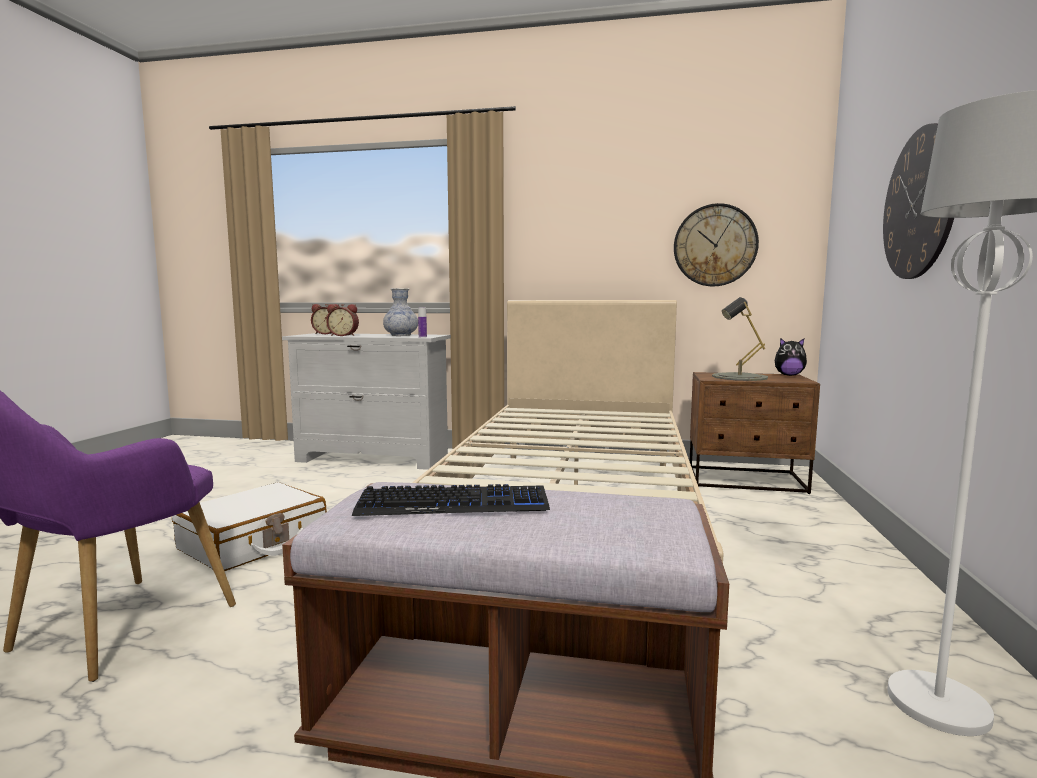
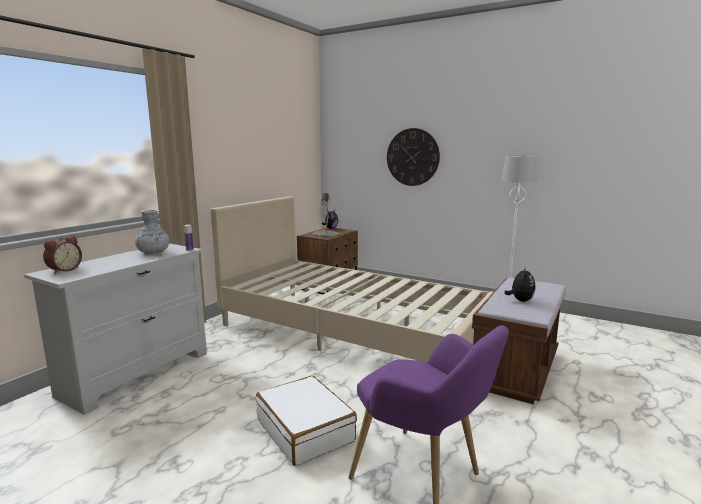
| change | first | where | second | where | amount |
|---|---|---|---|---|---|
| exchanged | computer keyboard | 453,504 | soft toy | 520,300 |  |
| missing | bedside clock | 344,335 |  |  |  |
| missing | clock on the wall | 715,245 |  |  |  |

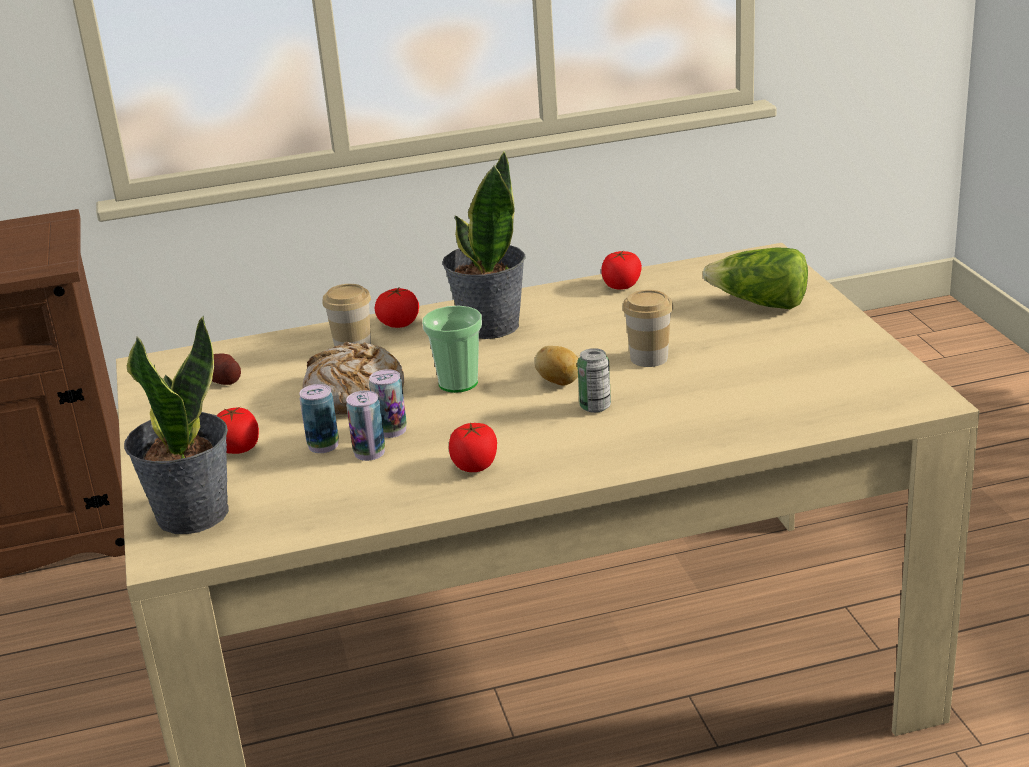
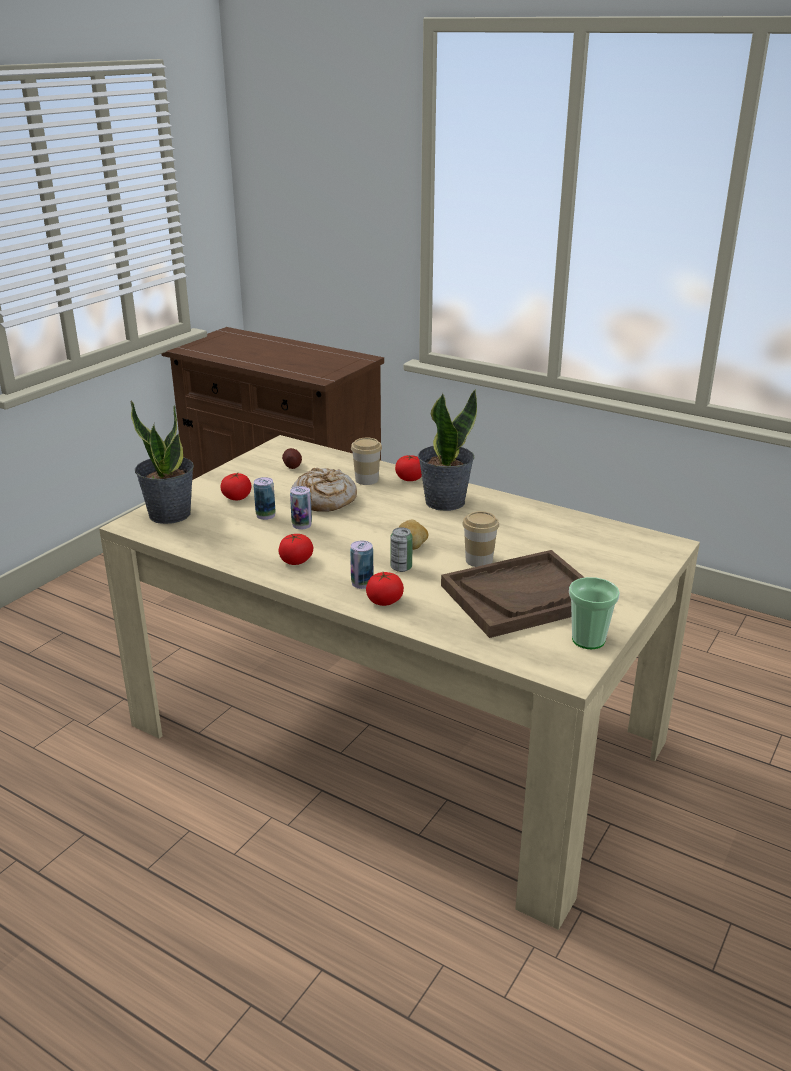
| change | first | where | second | where | amount |
|---|---|---|---|---|---|
| relocated | sealed can | 369,452 |  | 362,583 |  |
| relocated | tomato | 621,285 |  | 384,601 |  |
| appeared |  |  | carrying tray in brown-coloured | 522,596 |  |
| relocated | drinking cup | 458,383 |  | 588,640 |  |
| missing | lettuce | 760,304 |  |  |  |

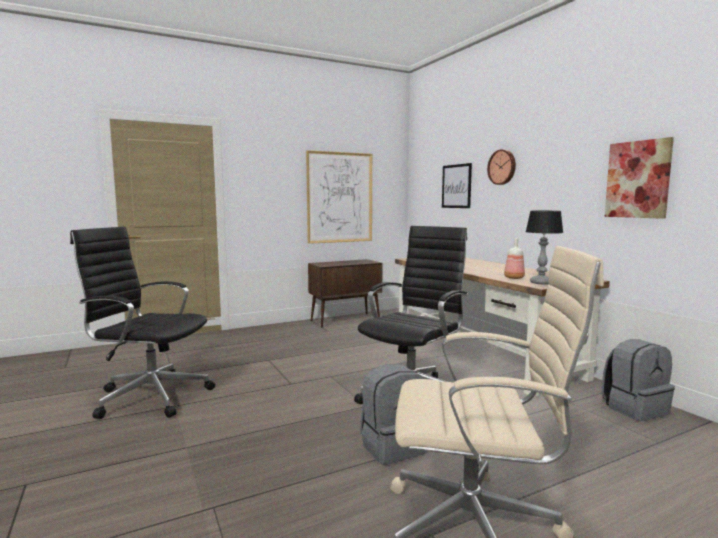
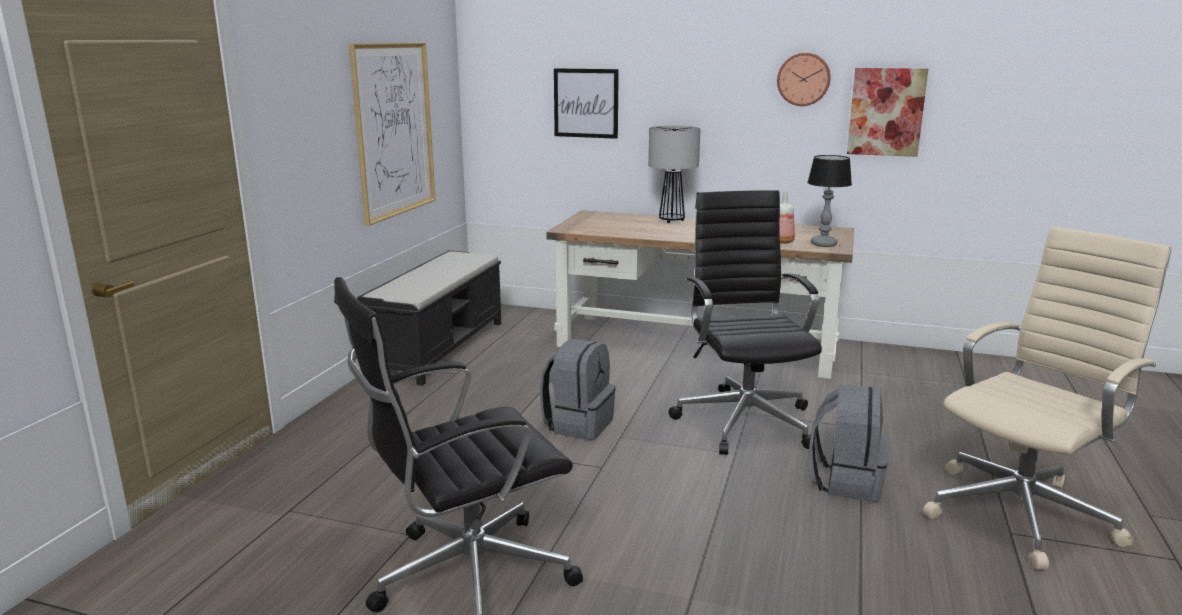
| change | first | where | second | where | amount |
|---|---|---|---|---|---|
| exchanged | storage cabinet in brown-coloured | 346,320 | bench in black-coloured | 439,347 |  |
| relocated | rucksack in grey | 634,408 |  | 578,424 |  |
| appeared |  |  | table lamp | 671,221 |  |
| relocated | clock on the wall | 502,167 |  | 803,79 |  |

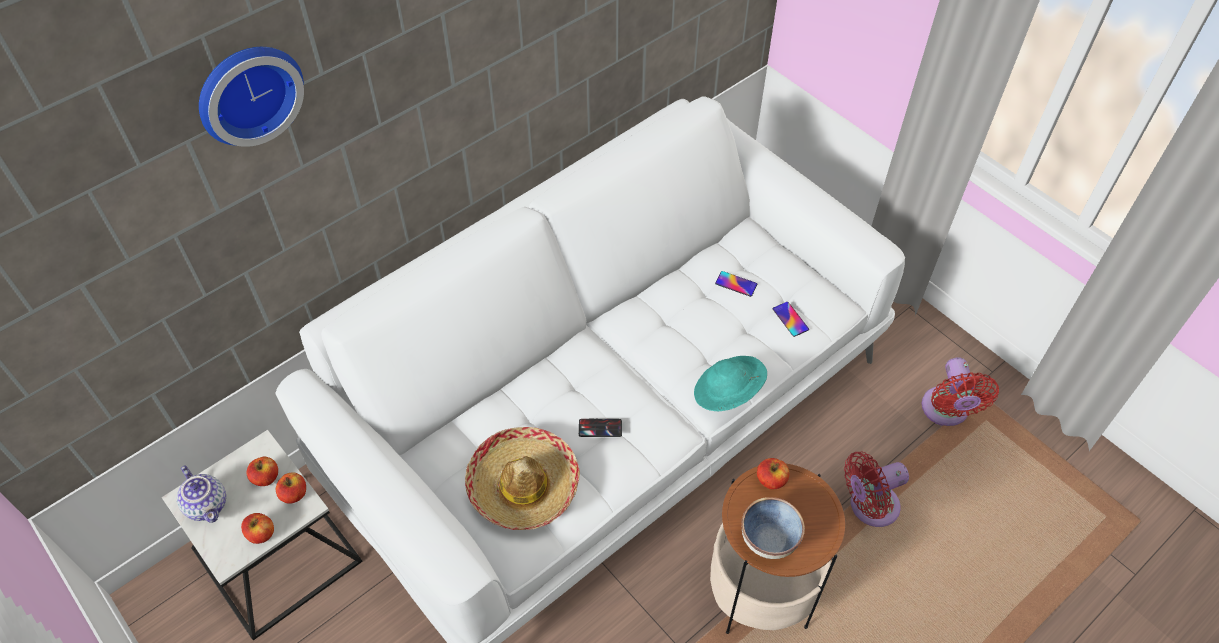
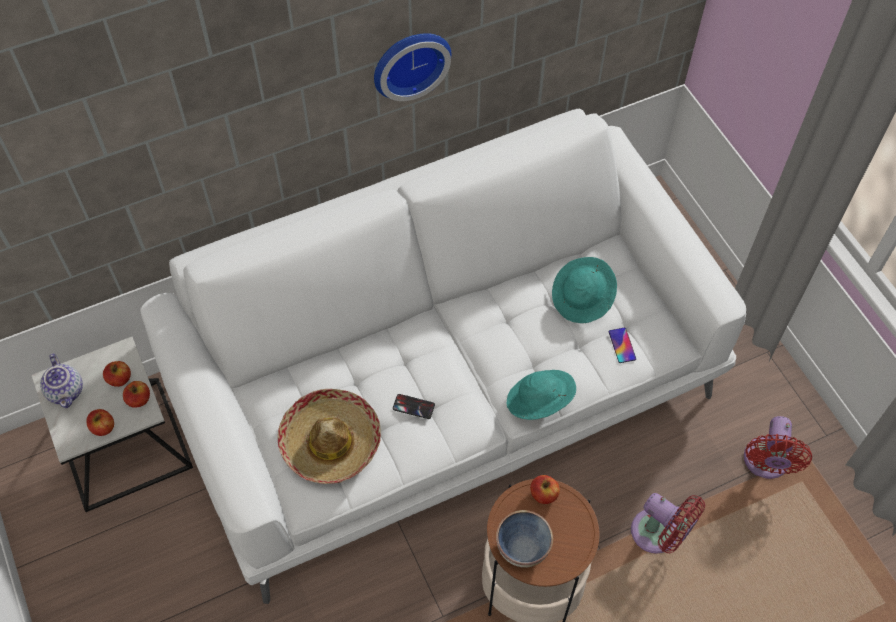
| change | first | where | second | where | amount |
|---|---|---|---|---|---|
| relocated | clock on the wall | 247,92 |  | 409,61 |  |
| exchanged | telephone | 736,284 | wearable hat in blue-green | 582,299 |  |
| spun | fan in red | 869,507 |  | 659,535 | 135 degrees counterclockwise |

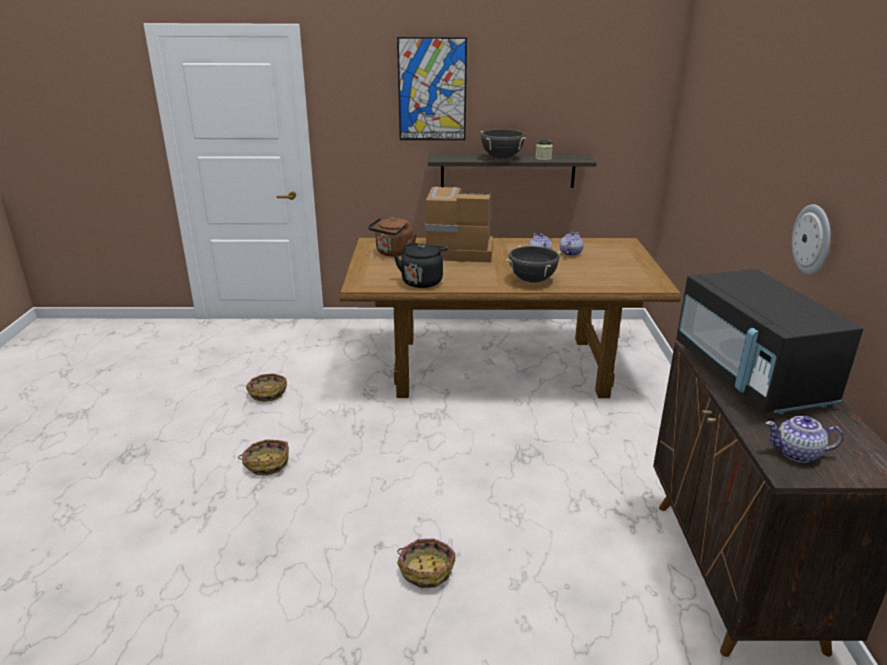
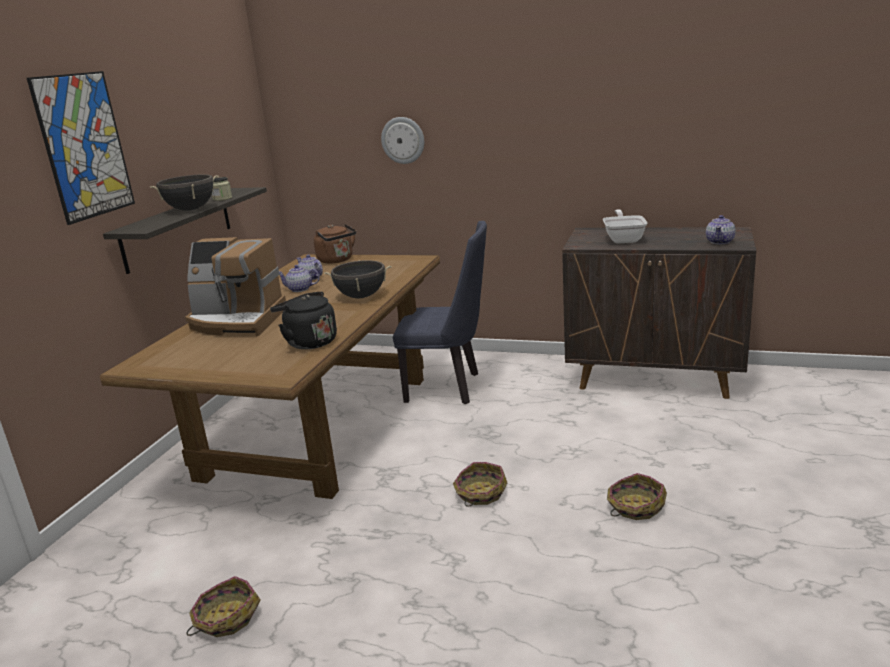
| change | first | where | second | where | amount |
|---|---|---|---|---|---|
| spun | coffee brewer | 458,250 |  | 237,321 | 105 degrees counterclockwise |
| relocated | kettle in brown-coloured | 393,253 |  | 337,260 |  |
| relocated | clock on the wall | 813,239 |  | 403,140 |  |
| appeared |  |  | plain chair in blue-coloured | 450,387 |  |
| relocated | household basket | 266,463 |  | 480,493 |  |
| exchanged | microwave oven in black-coloured | 750,376 | pan | 624,239 |  |

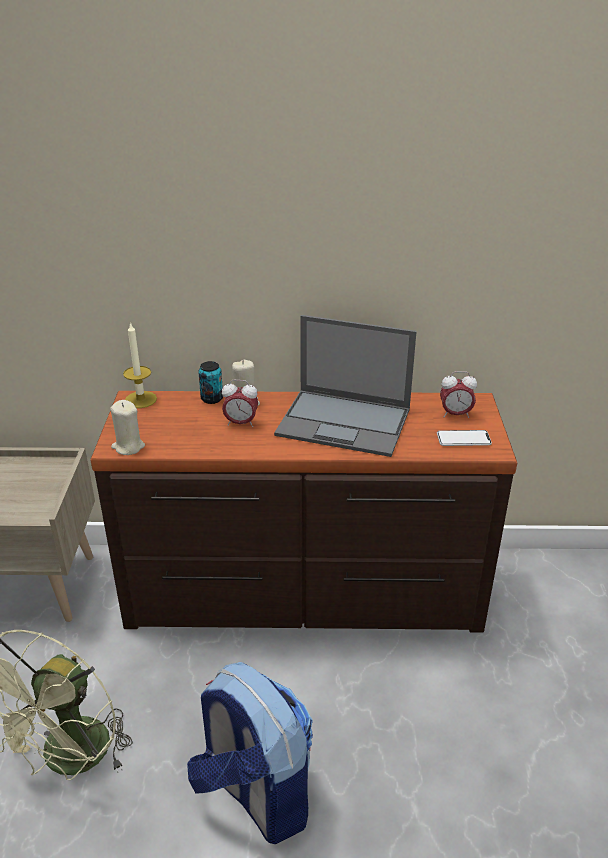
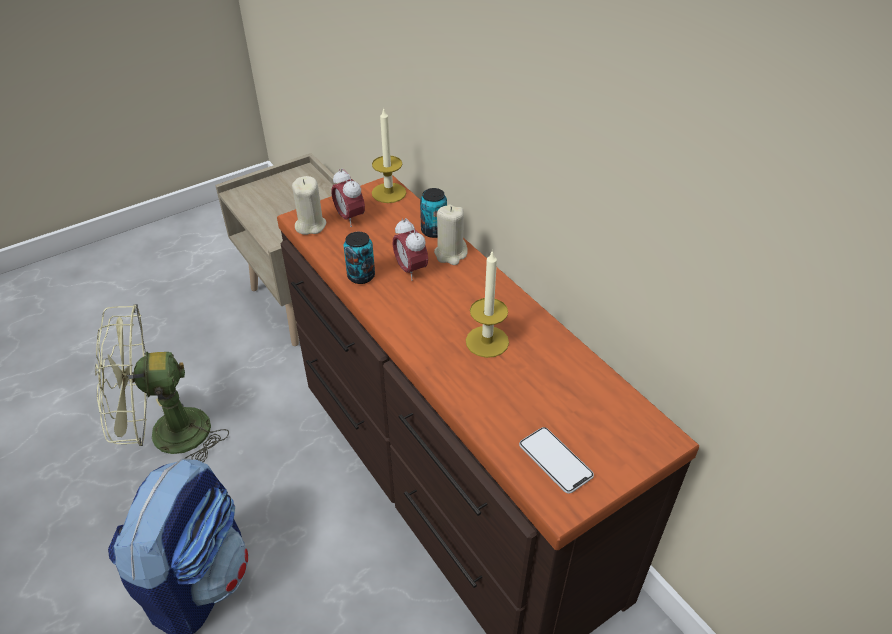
| change | first | where | second | where | amount |
|---|---|---|---|---|---|
| relocated | bedside clock | 455,414 |  | 350,218 |  |
| appeared |  |  | sealed can | 361,276 |  |
| exchanged | laptop | 345,422 | candle | 487,341 |  |

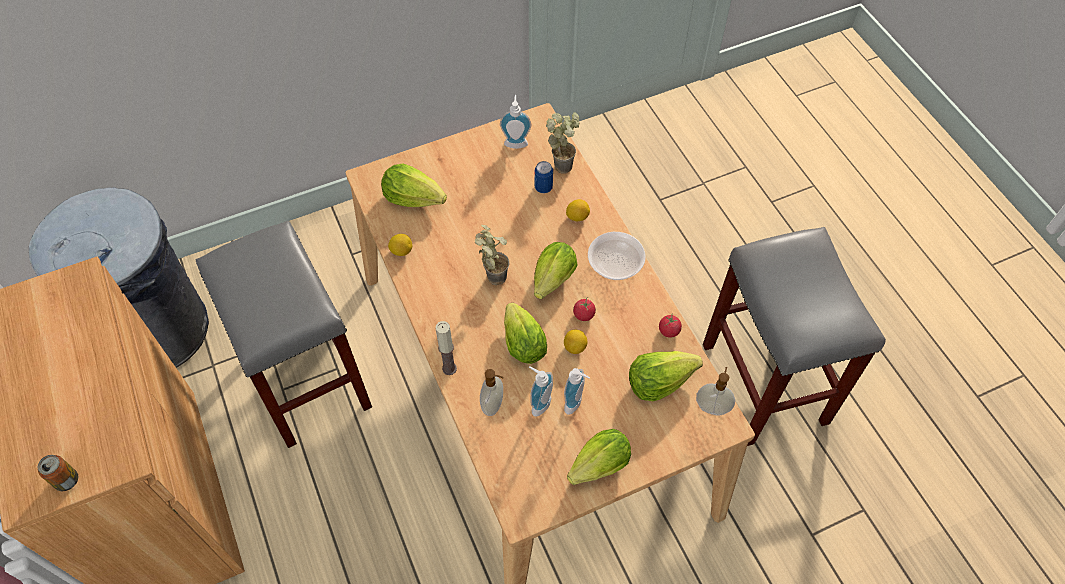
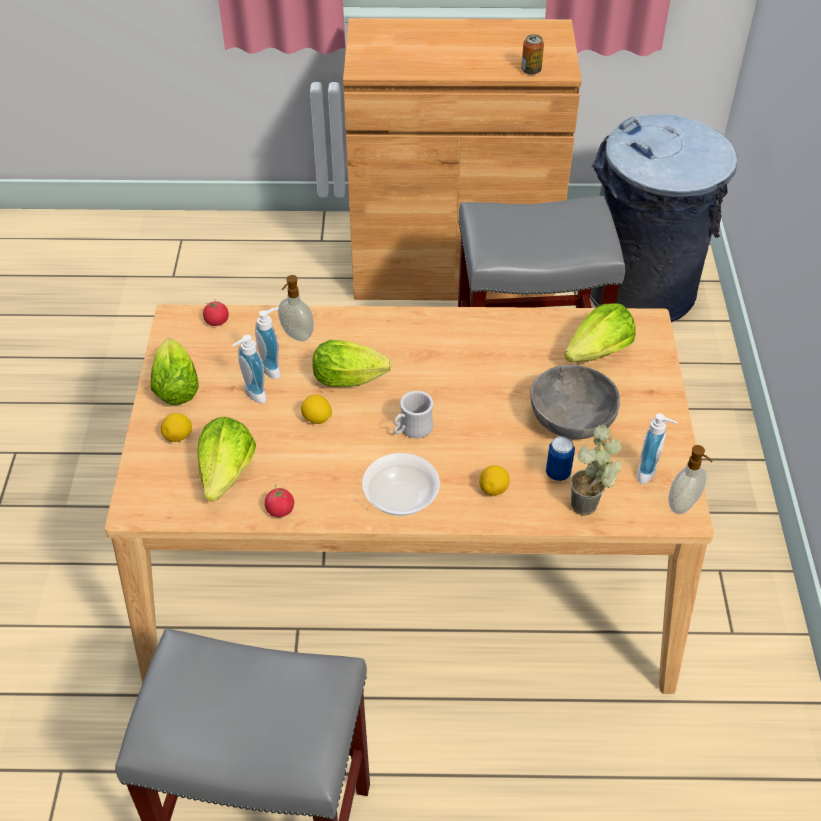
| change | first | where | second | where | amount |
|---|---|---|---|---|---|
| relocated | citrus fruit | 401,251 |  | 178,437 |  |
| relocated | tomato | 584,314 |  | 217,321 |  |
| exchanged | lettuce | 551,282 | tea mug in white | 411,429 |  |
| relocated | sealed can | 67,480 |  | 531,70 |  |
| appeared |  |  | bowl in grey | 571,419 |  |
| relocated | liquid soap bottle | 712,407 |  | 683,505 |  |
| missing | candle | 449,368 |  |  |  |
| missing | potted plant | 491,275 |  |  |  |

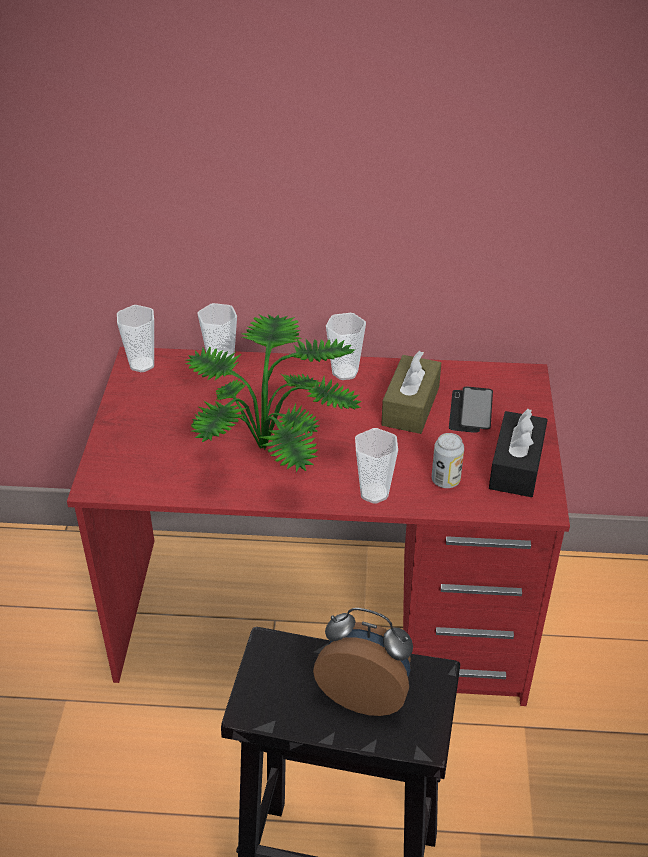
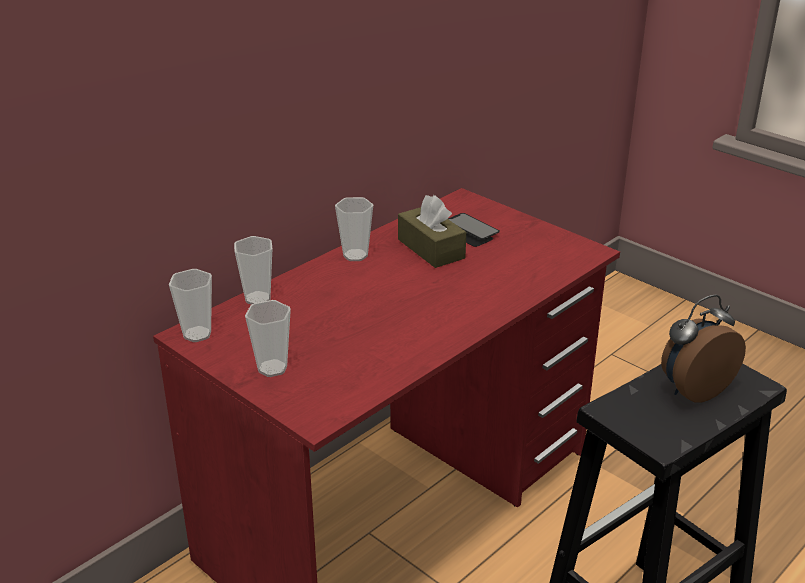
| change | first | where | second | where | amount |
|---|---|---|---|---|---|
| relocated | drinking cup | 374,493 |  | 272,368 |  |
| missing | potted plant | 274,446 |  |  |  |
| missing | sealed can | 445,480 |  |  |  |
| missing | box of tissues in black-coloured | 516,466 |  |  |  |

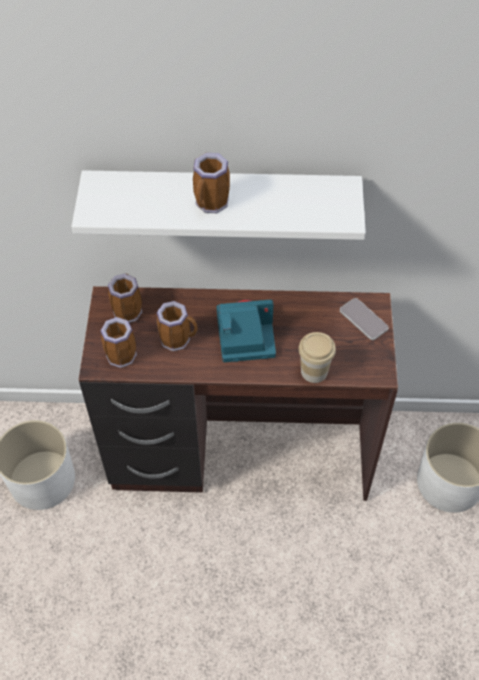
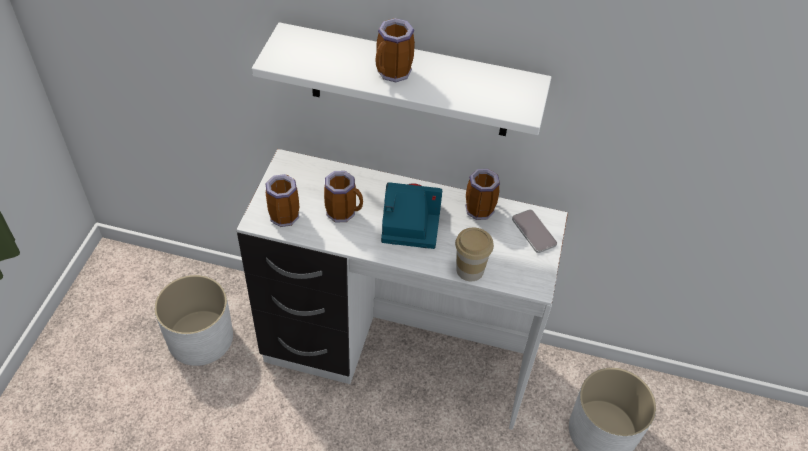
| change | first | where | second | where | amount |
|---|---|---|---|---|---|
| colour | desk in brown-coloured | 241,457 | desk in white | 397,359 |  |
| relocated | tea mug | 127,310 |  | 479,207 |  |

